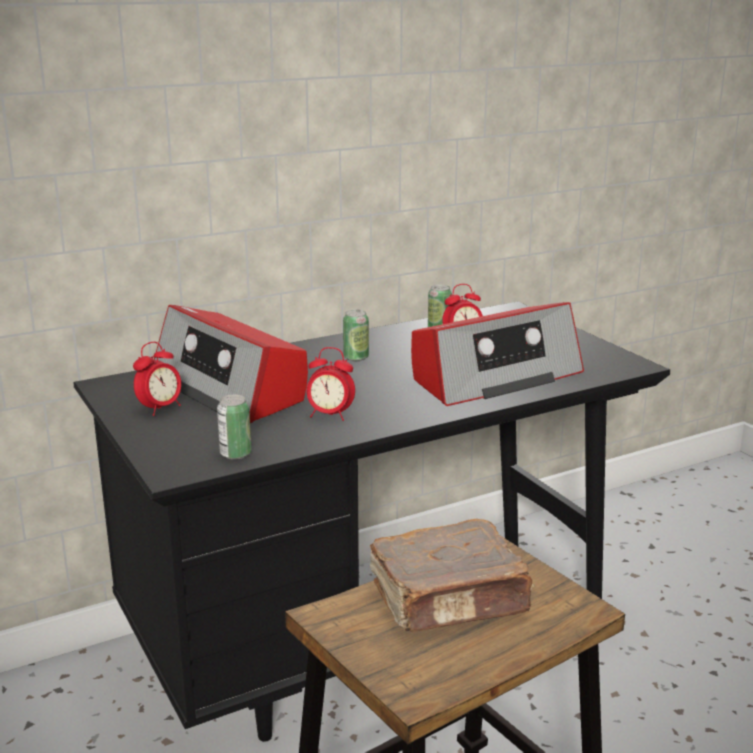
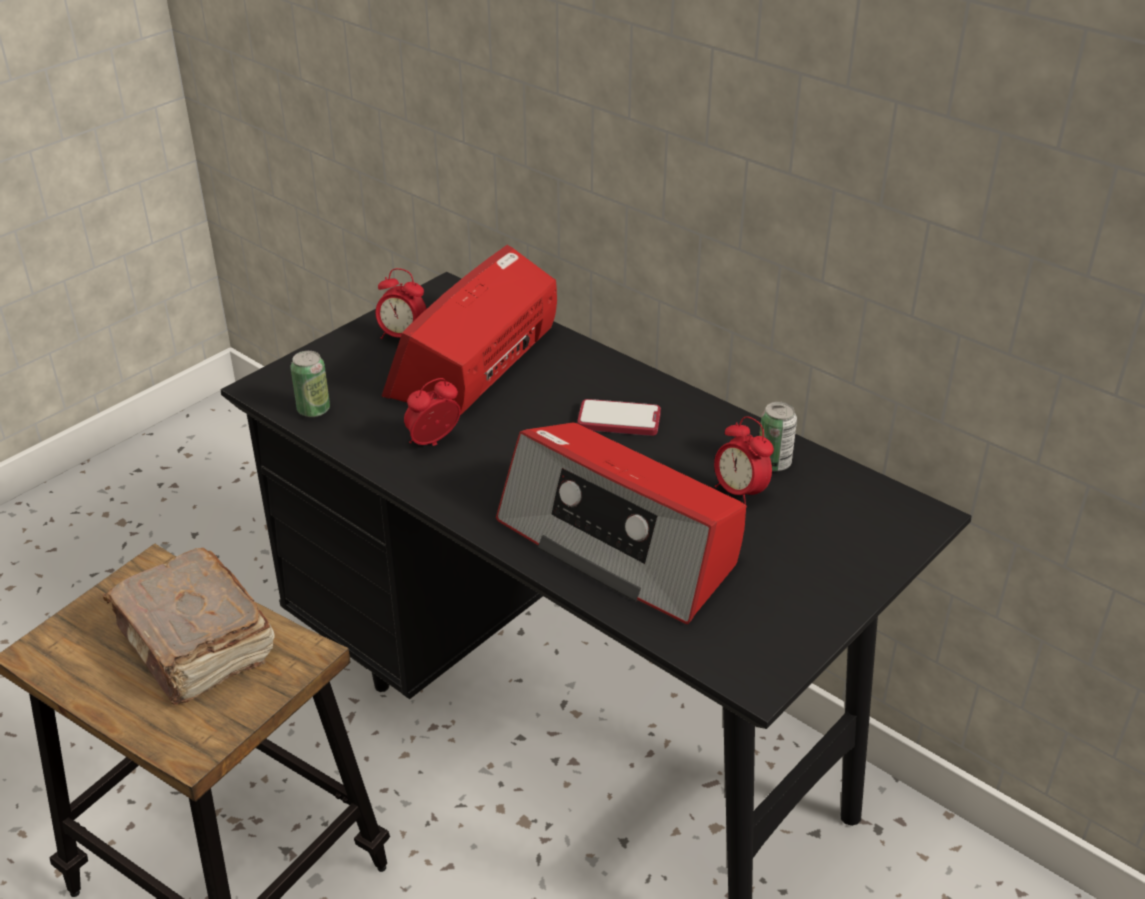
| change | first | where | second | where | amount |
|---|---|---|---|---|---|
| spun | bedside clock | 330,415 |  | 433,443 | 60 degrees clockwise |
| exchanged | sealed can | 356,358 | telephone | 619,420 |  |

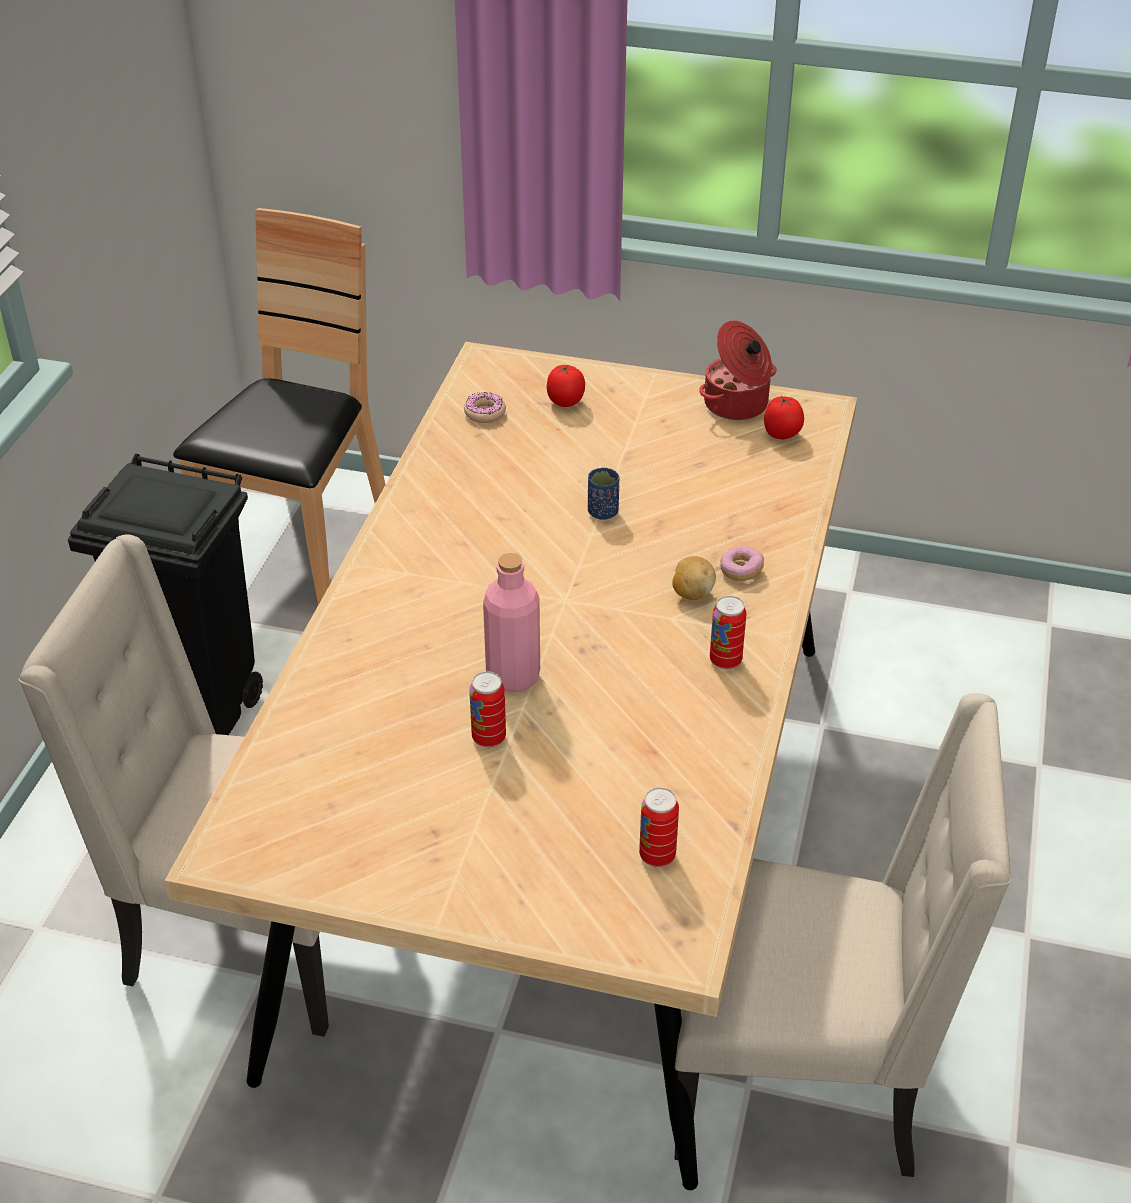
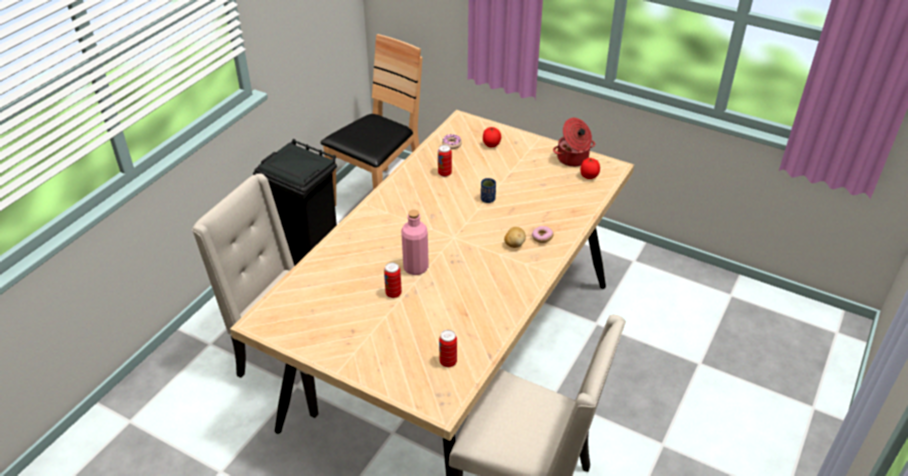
| change | first | where | second | where | amount |
|---|---|---|---|---|---|
| relocated | sealed can | 725,661 |  | 444,173 |  |

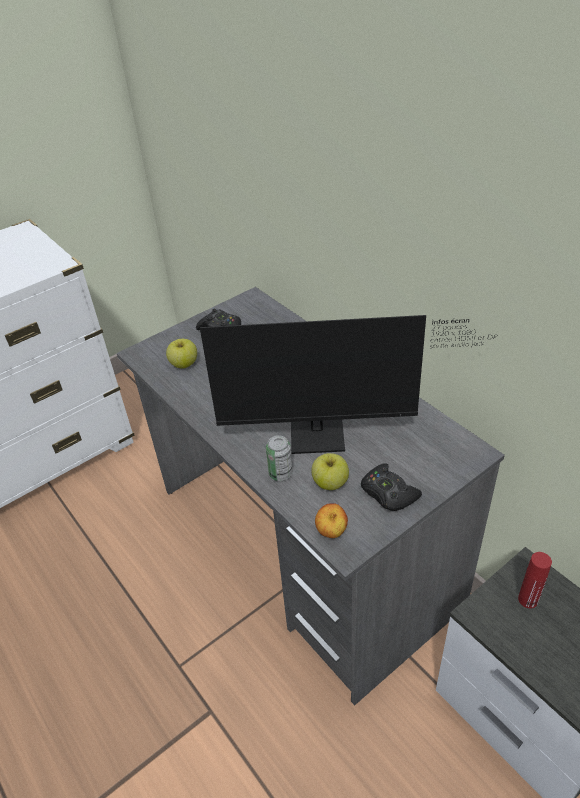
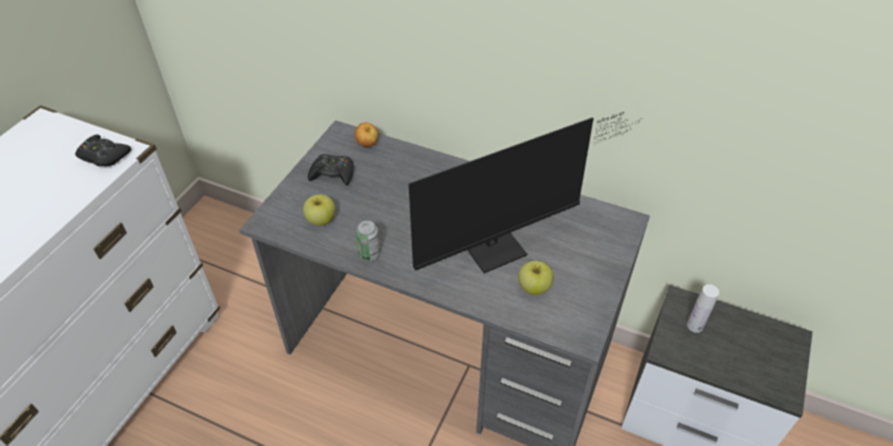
| change | first | where | second | where | amount |
|---|---|---|---|---|---|
| relocated | joypad in black-coloured | 388,493 |  | 104,156 |  |
| relocated | apple fruit | 331,532 |  | 367,144 |  |
| relocated | sealed can | 280,474 |  | 369,254 |  |
| colour | drink bottle in red | 528,599 | drink bottle in white | 694,325 |  |

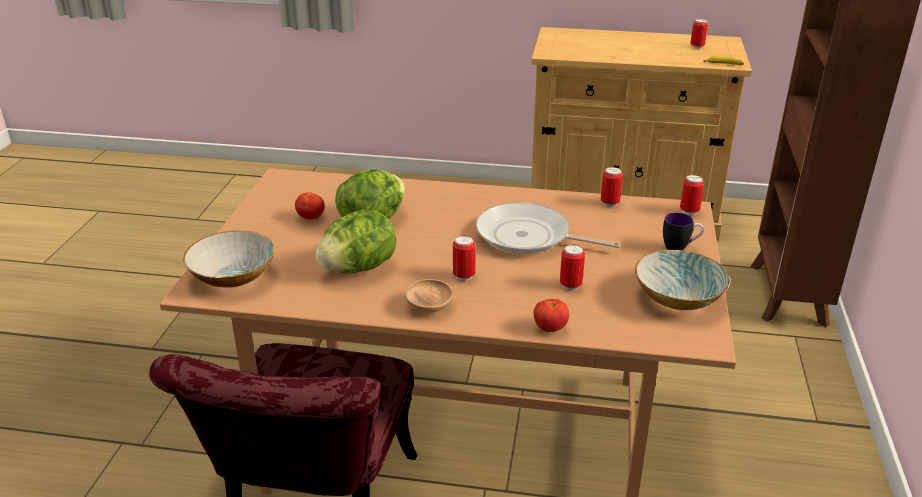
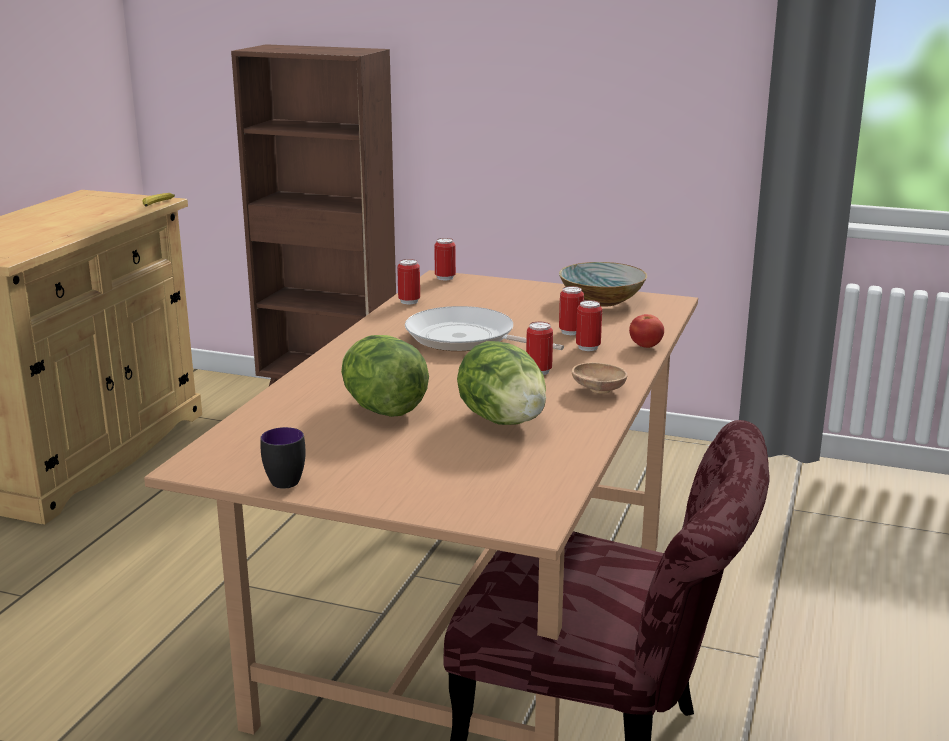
| change | first | where | second | where | amount |
|---|---|---|---|---|---|
| relocated | tea mug | 680,248 |  | 288,478 |  |
| spun | pan | 528,237 |  | 466,339 | 90 degrees clockwise |
| relocated | sealed can | 697,47 |  | 588,347 |  |
| missing | bowl | 232,277 |  |  |  |
| missing | tomato | 311,217 |  |  |  |

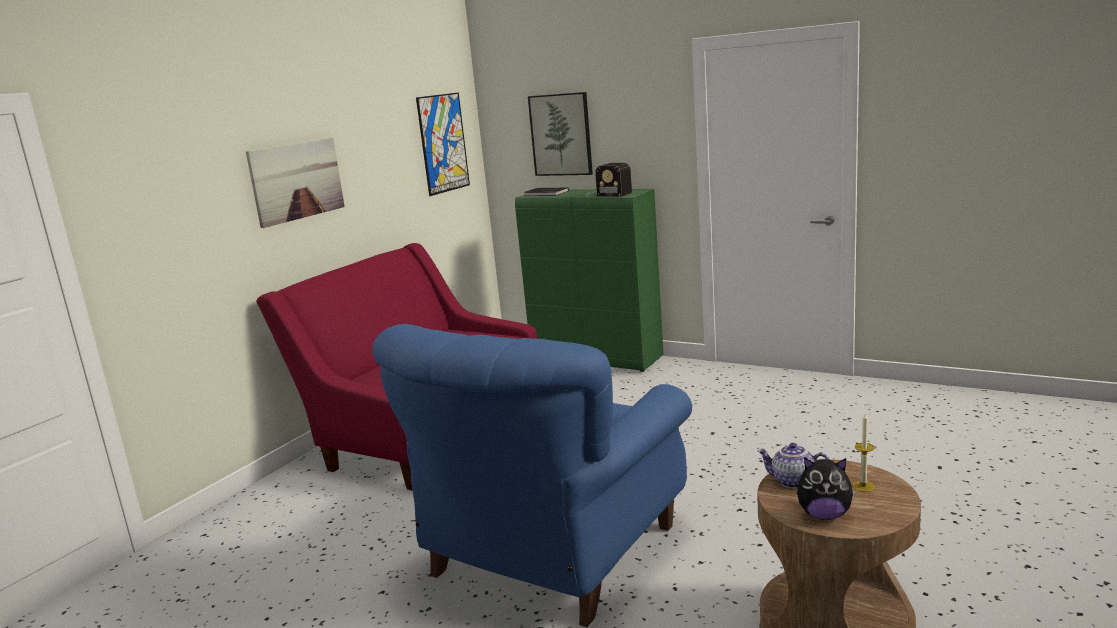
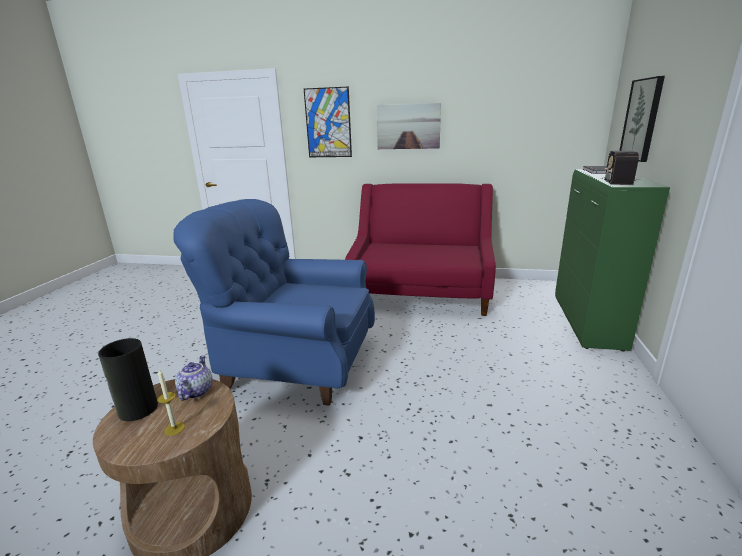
| change | first | where | second | where | amount |
|---|---|---|---|---|---|
| exchanged | soft toy | 824,515 | vase | 137,409 |  |
| relocated | wall art | 443,143 |  | 328,123 |  |

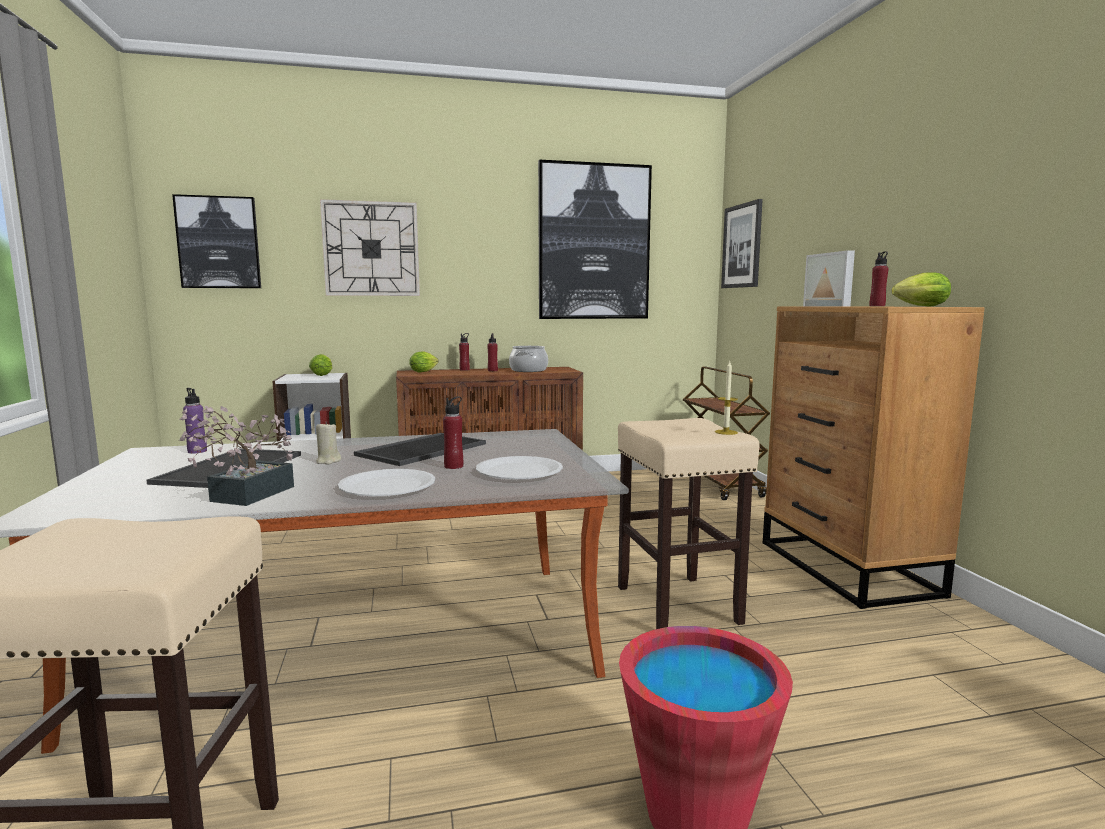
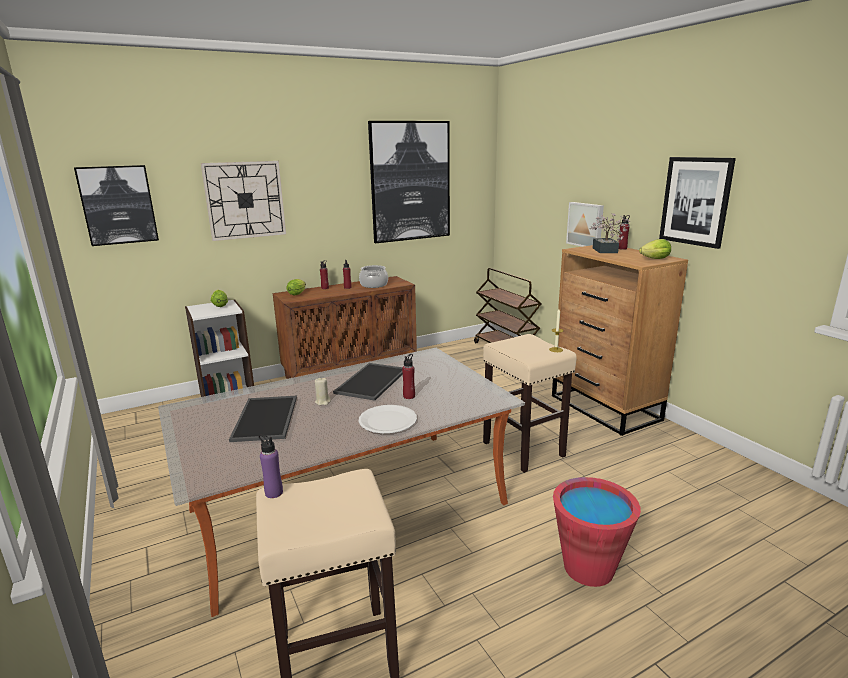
| change | first | where | second | where | amount |
|---|---|---|---|---|---|
| relocated | drink bottle in purple-coloured | 197,451 |  | 274,493 |  |
| relocated | potted plant | 245,496 |  | 605,251 |  |
| relocated | wall art | 742,246 |  | 695,201 |  |
| missing | plate in white | 519,471 |  |  |  |

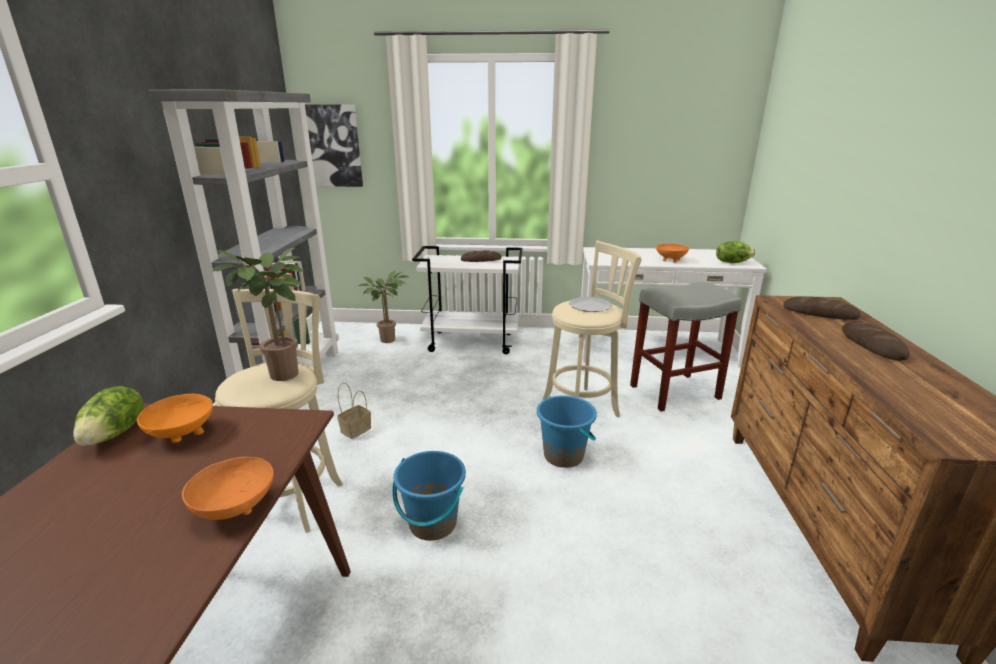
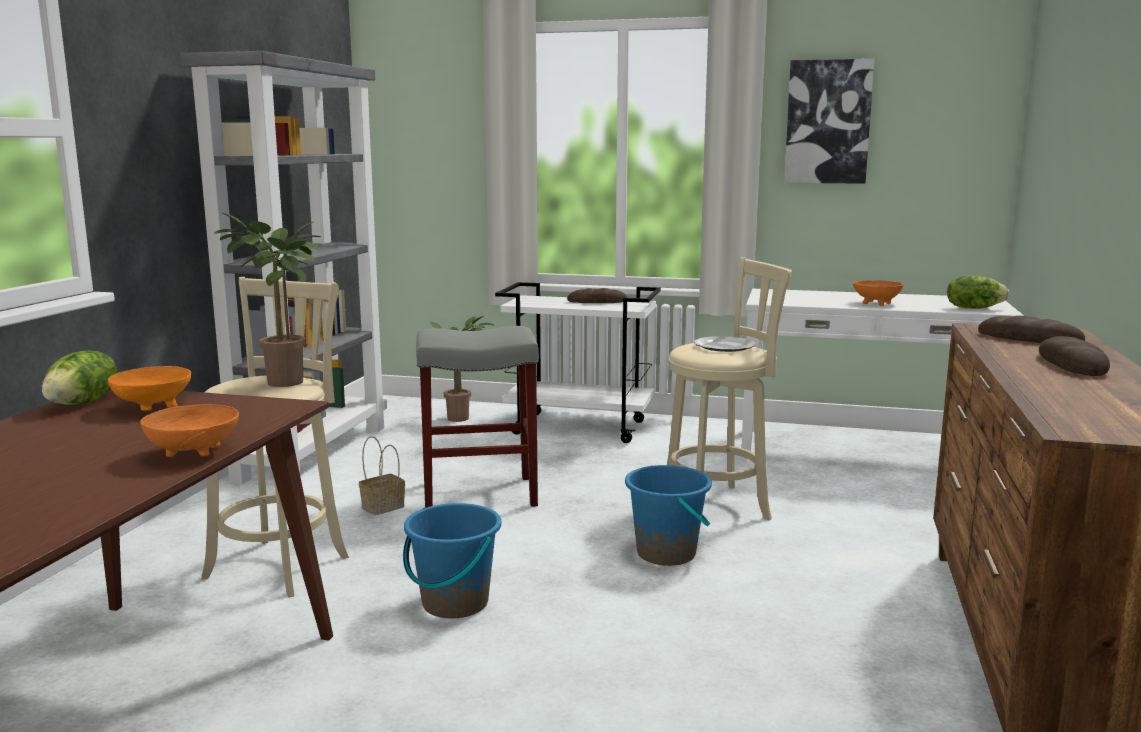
| change | first | where | second | where | amount |
|---|---|---|---|---|---|
| relocated | sitting stool in grey | 674,392 |  | 477,494 |  |
| relocated | wall art | 334,146 |  | 828,122 |  |

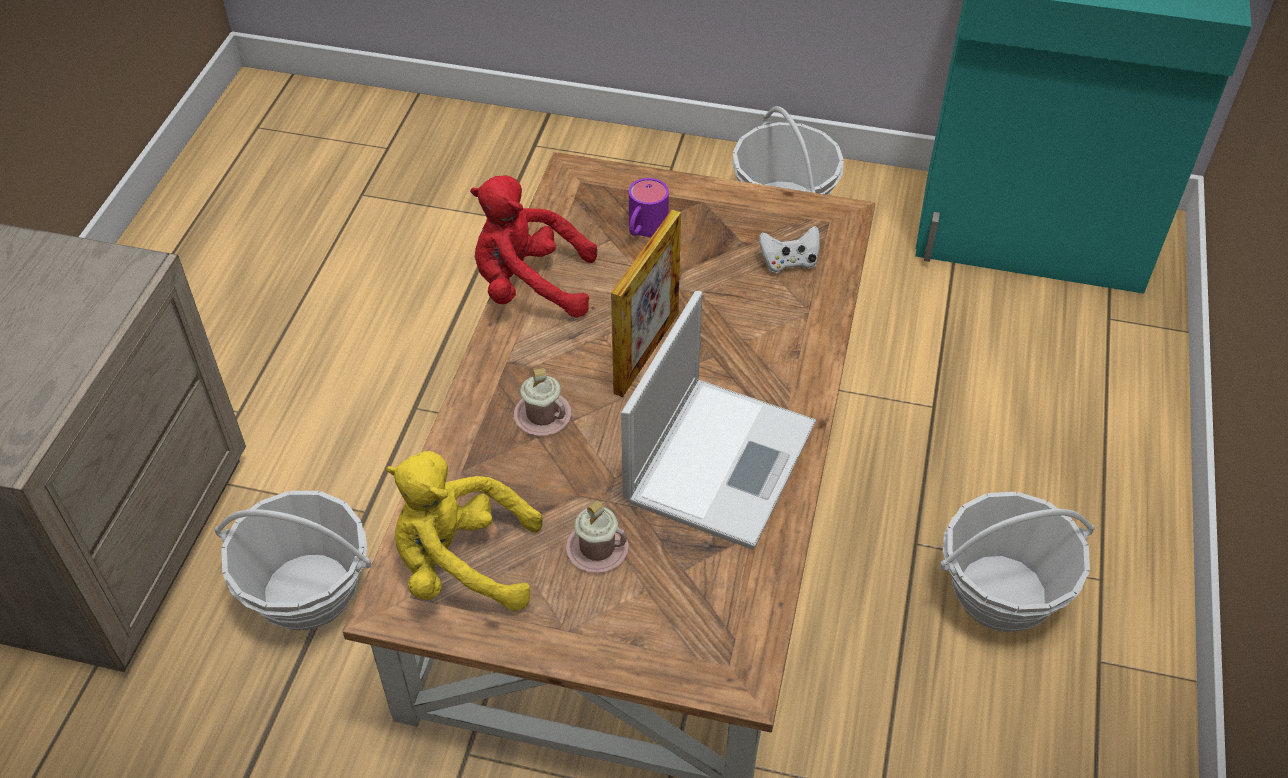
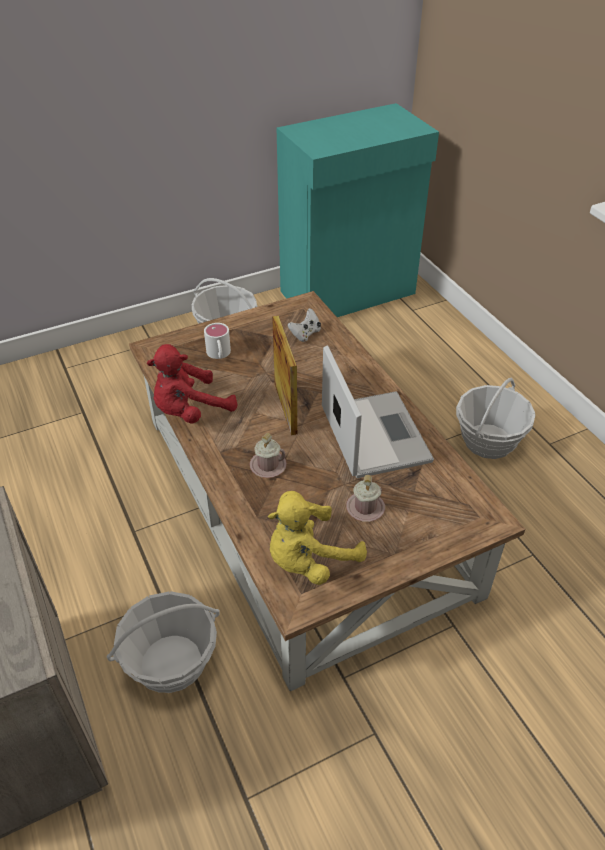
| change | first | where | second | where | amount |
|---|---|---|---|---|---|
| colour | tea mug in purple-coloured | 644,229 | tea mug in white | 219,354 |  |

